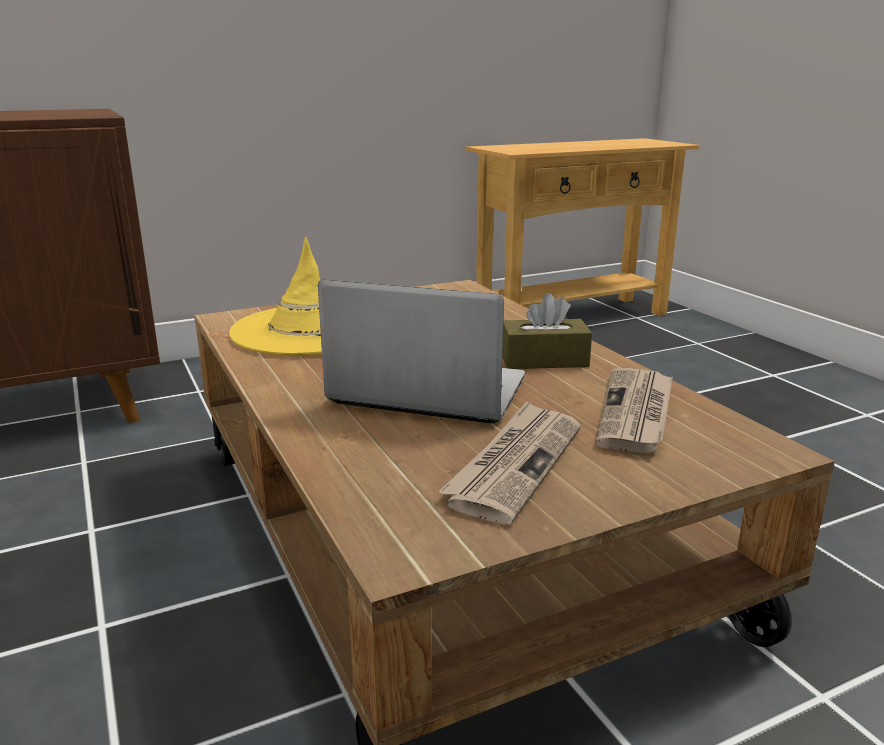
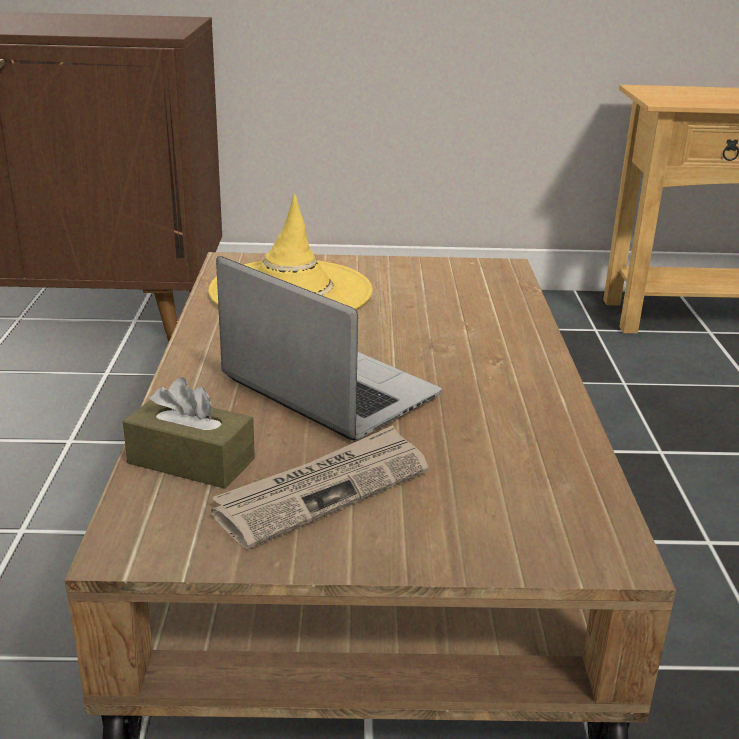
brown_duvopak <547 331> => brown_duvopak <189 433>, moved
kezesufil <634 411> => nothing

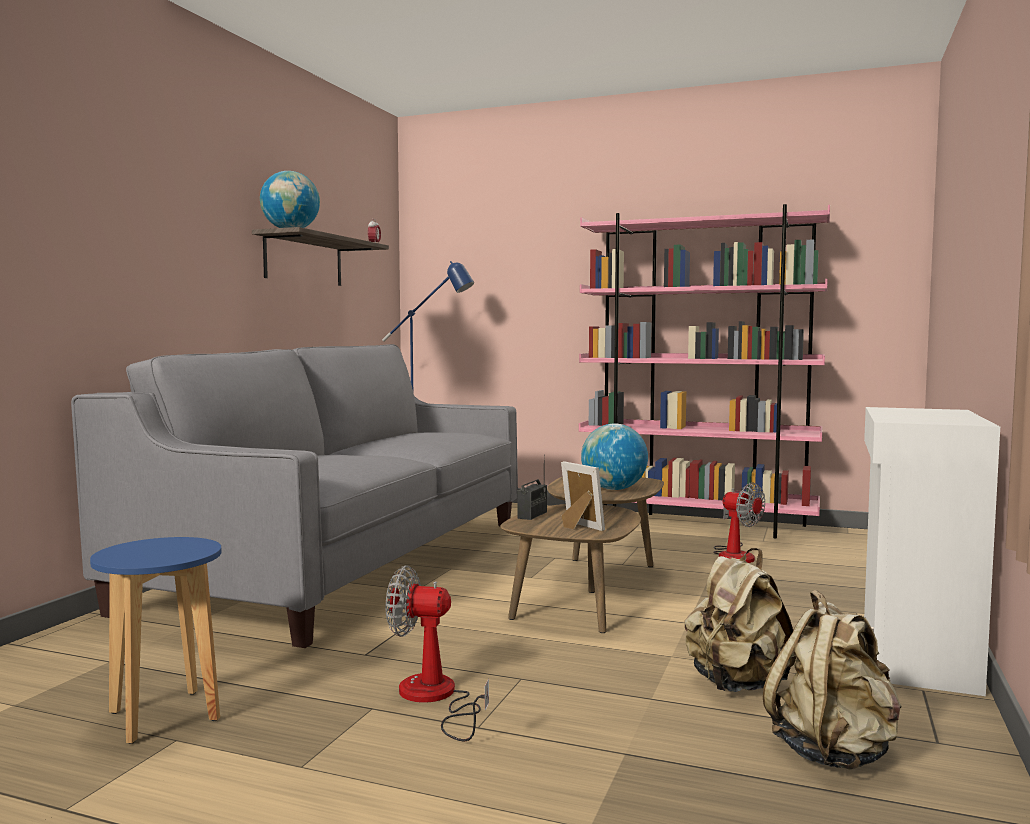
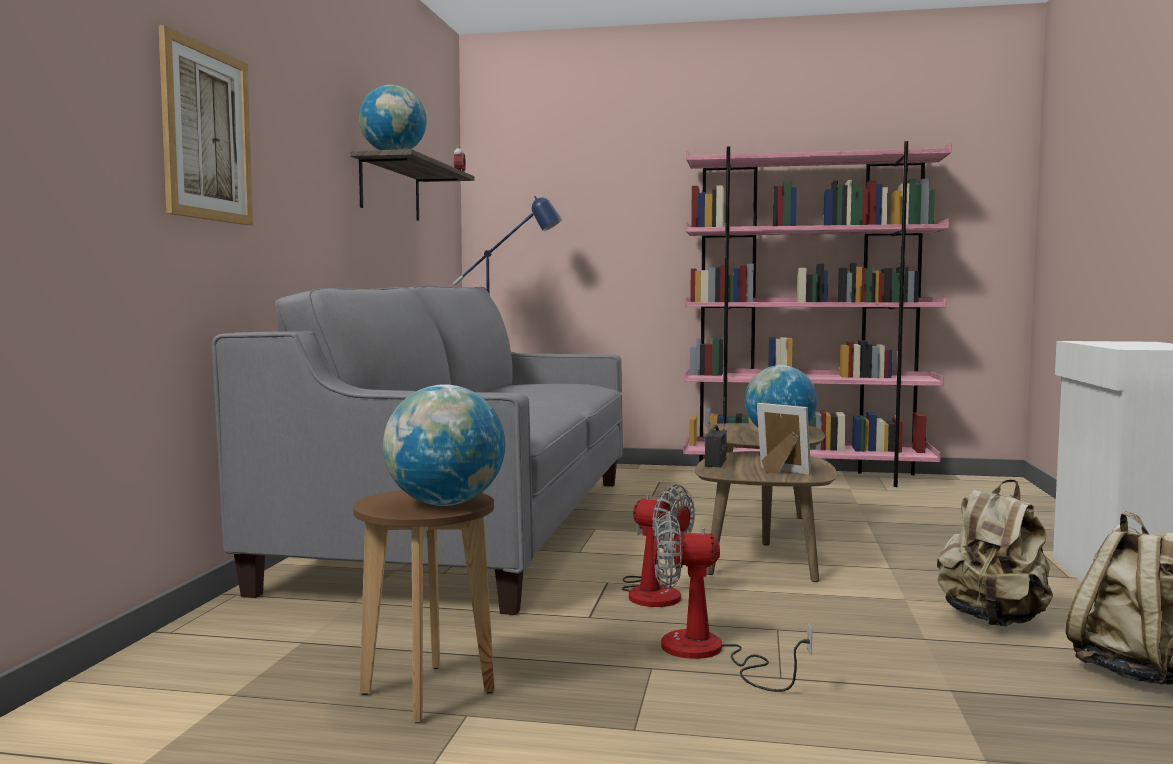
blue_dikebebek <156 640> => brown_dikebebek <424 606>
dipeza <739 522> => dipeza <658 545>, moved
nothing => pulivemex <205 125>
nothing => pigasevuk <444 445>

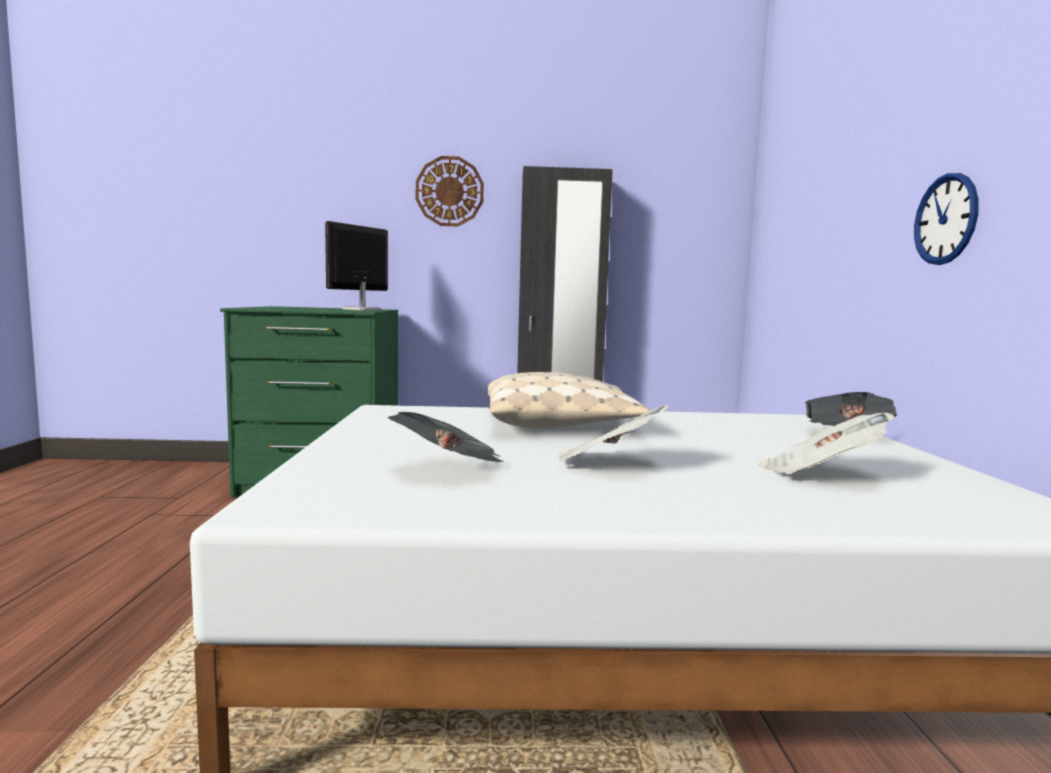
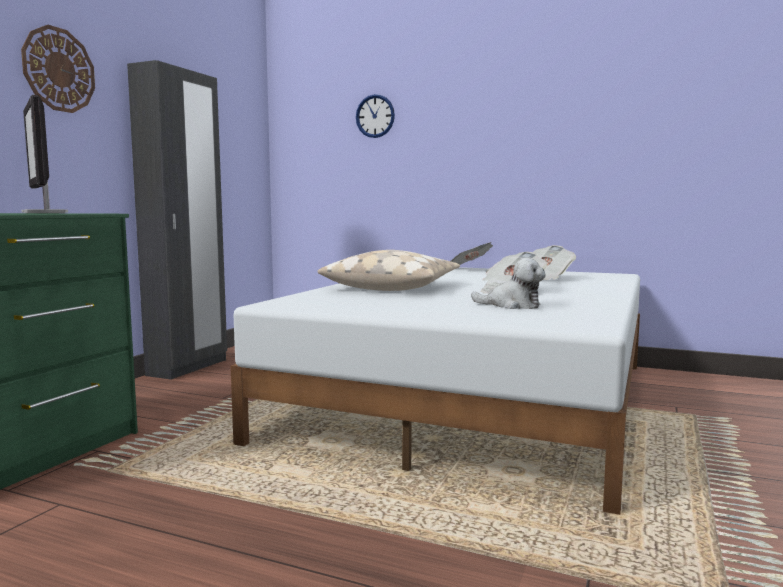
kezesufil <445 437> => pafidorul <508 283>
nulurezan <946 219> => nulurezan <375 116>, moved

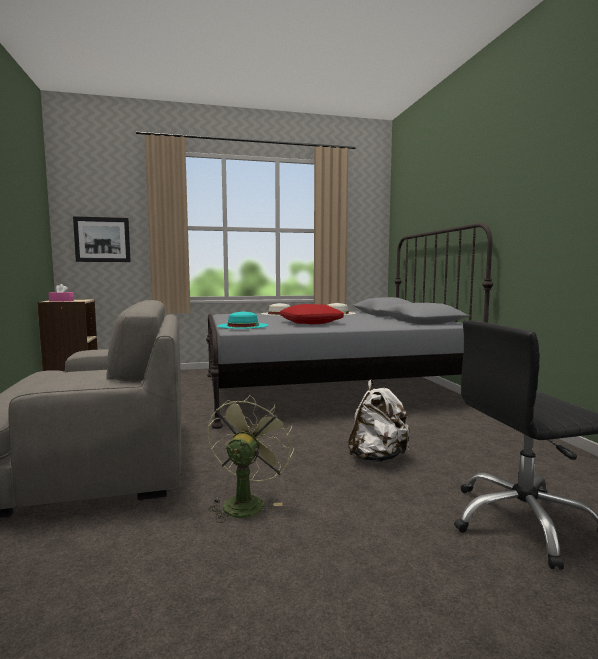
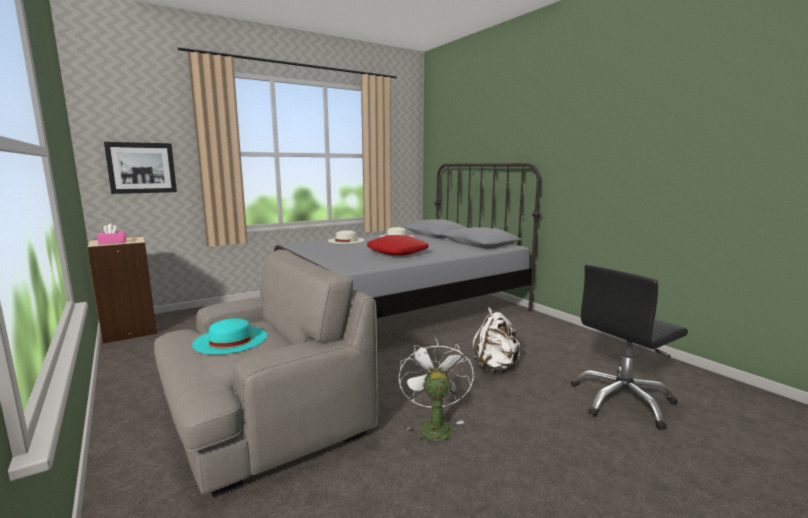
green_dipeza <250 459> => white_dipeza <436 393>
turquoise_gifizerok <243 320> => turquoise_gifizerok <229 336>, moved

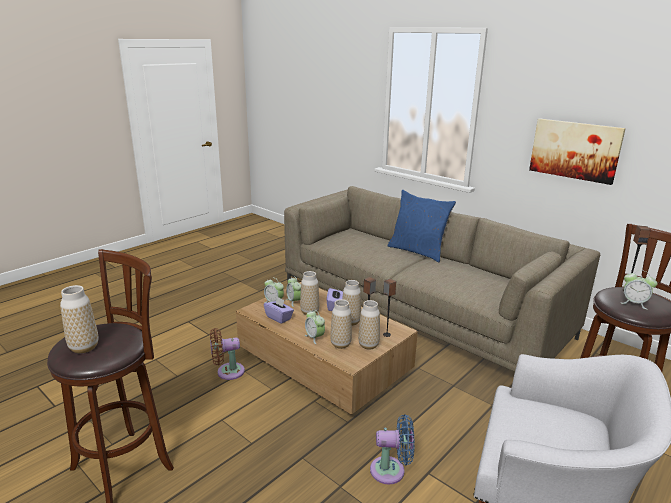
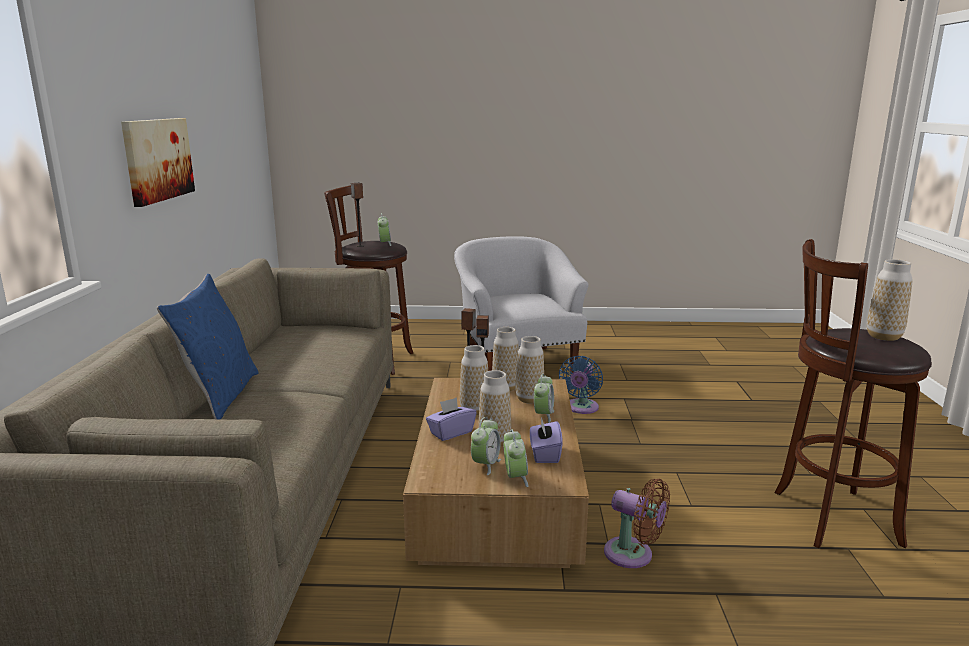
blue_dipeza <392 449> => blue_dipeza <581 385>, 120 degrees counterclockwise

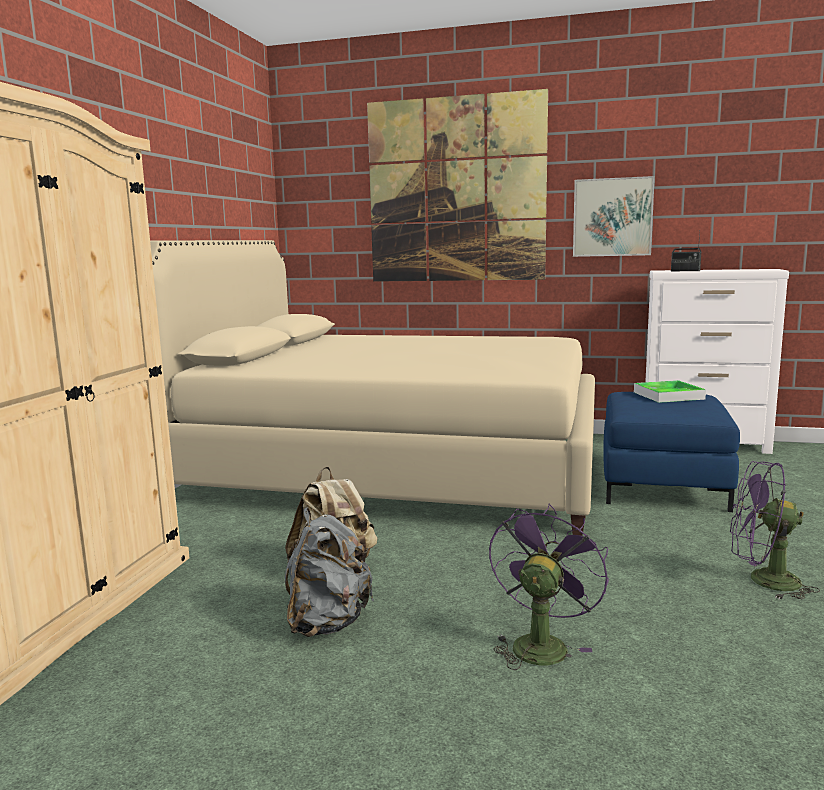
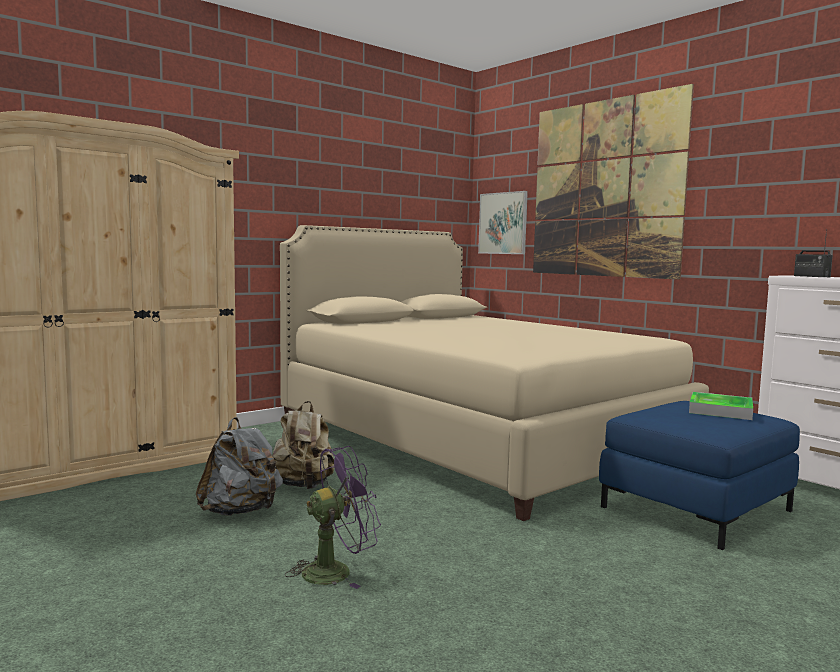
pulivemex <614 216> => pulivemex <503 222>, moved
purple_dipeza <775 530> => nothing

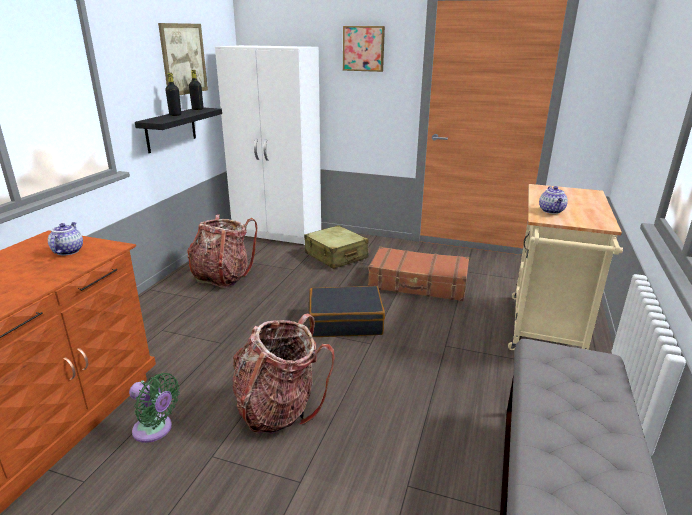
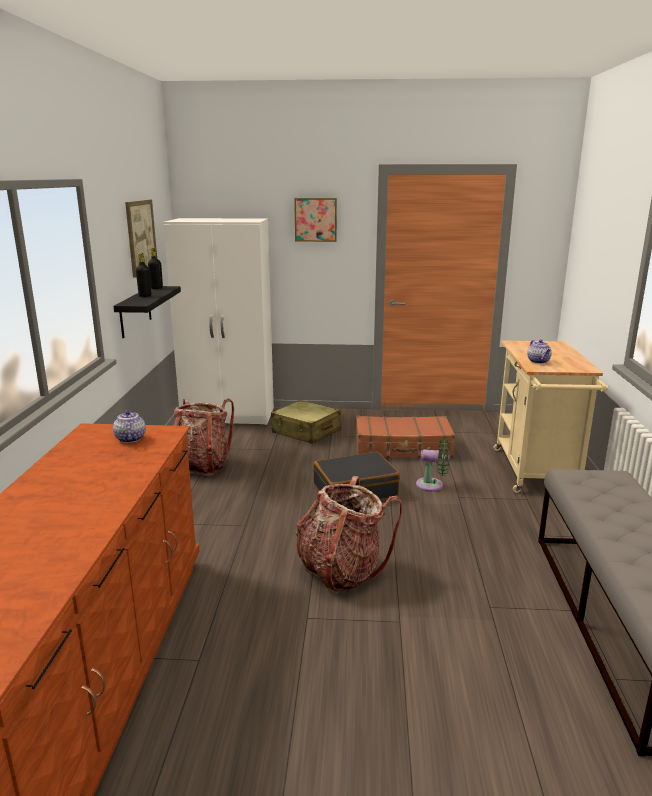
green_dipeza <154 408> => green_dipeza <433 465>, moved

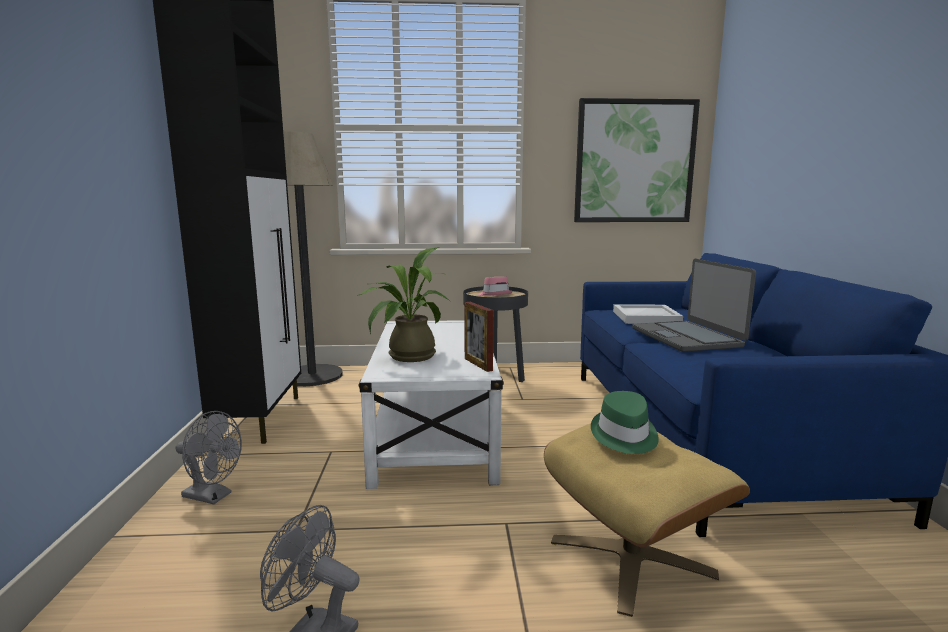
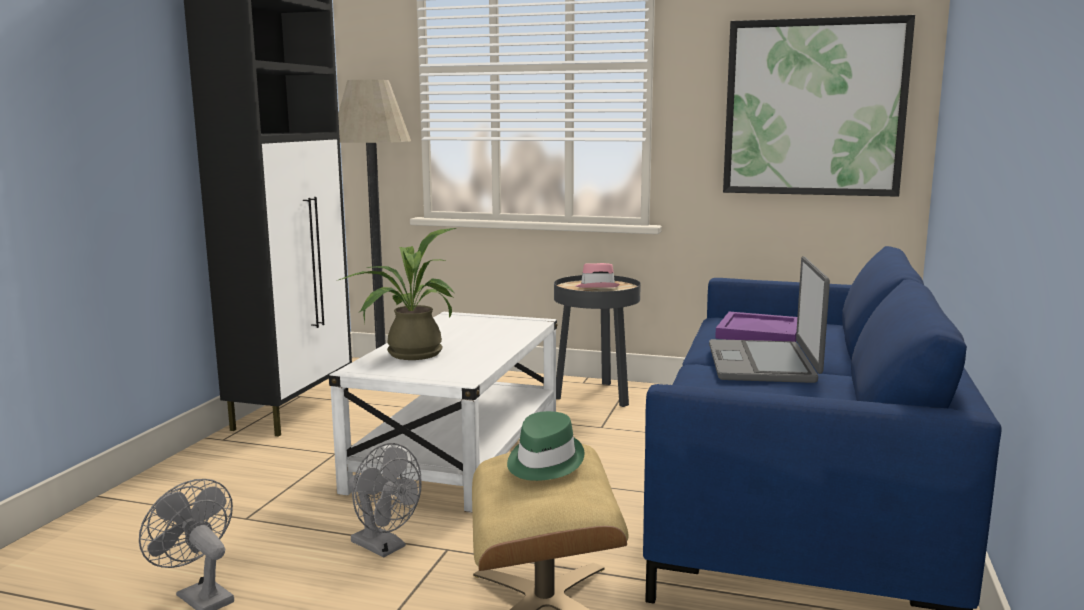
grey_dipeza <209 458> => grey_dipeza <385 500>, moved
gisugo <479 337> => nothing
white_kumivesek <648 314> => purple_kumivesek <756 327>

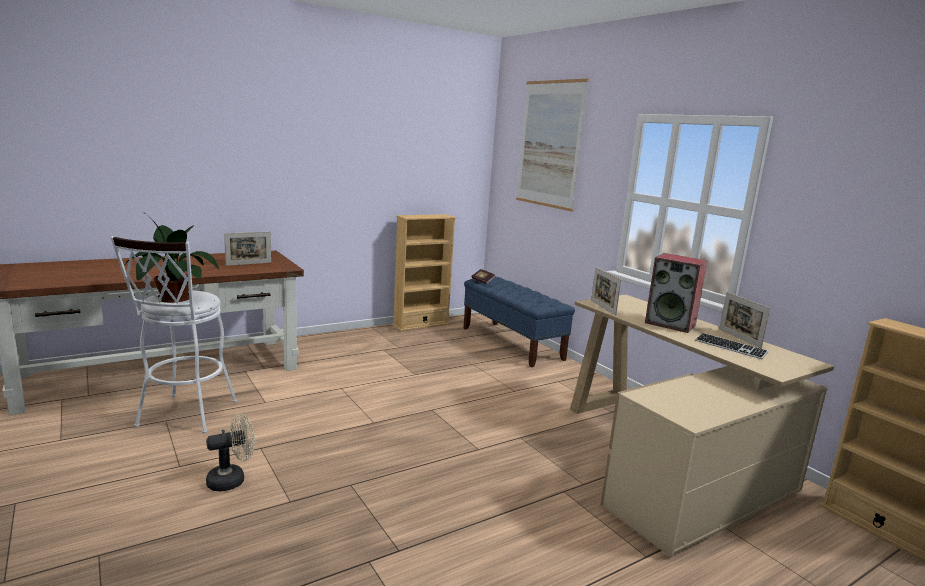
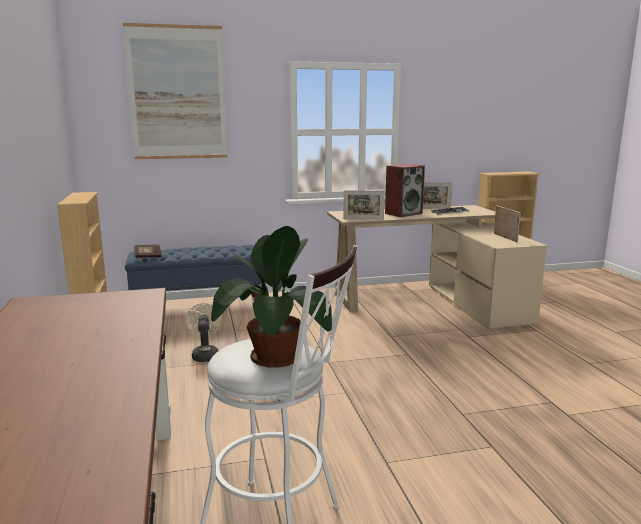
beige_dipeza <230 452> => beige_dipeza <204 332>, moved
gisugo <247 248> => gisugo <507 224>, moved

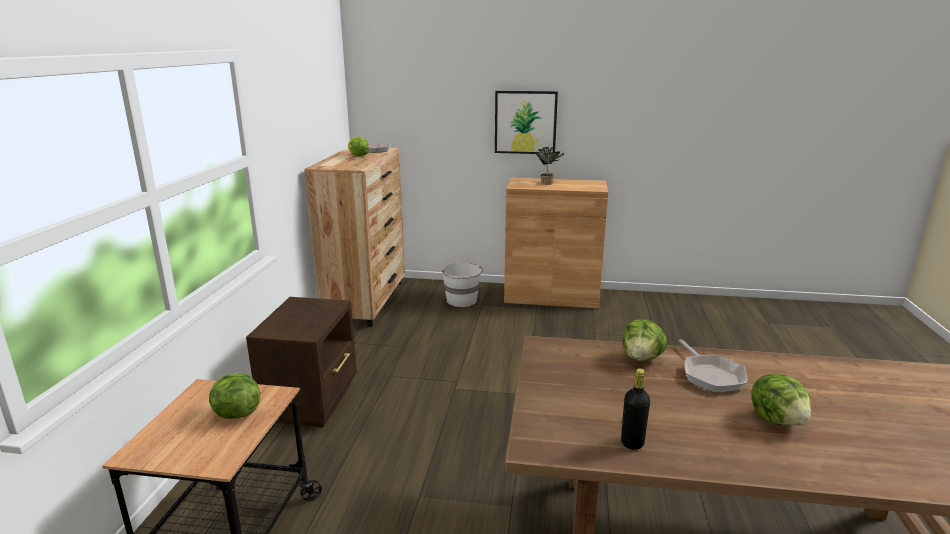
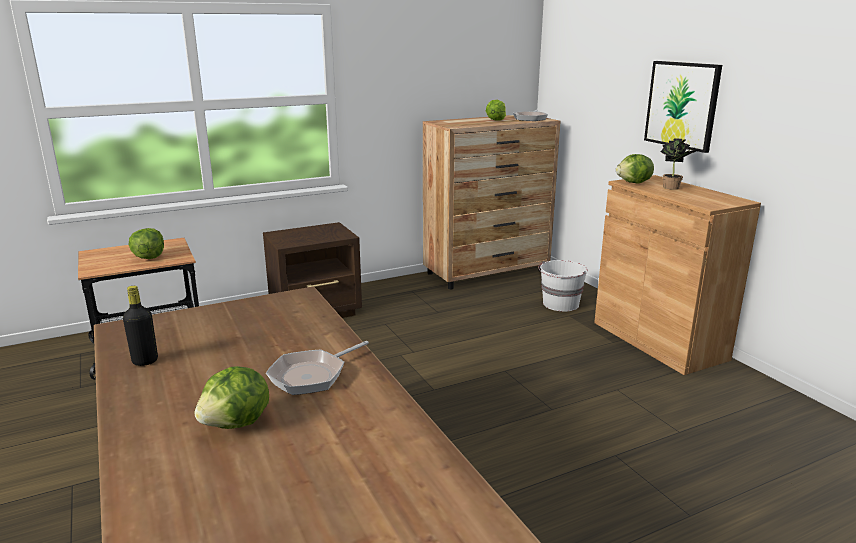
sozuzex <645 340> => sozuzex <635 169>, moved

